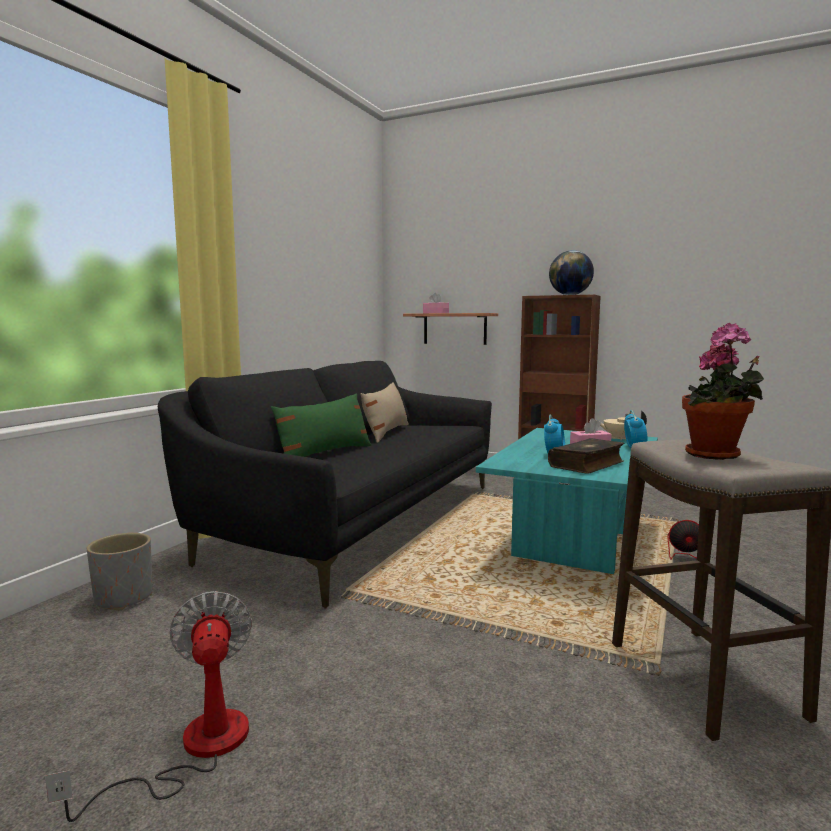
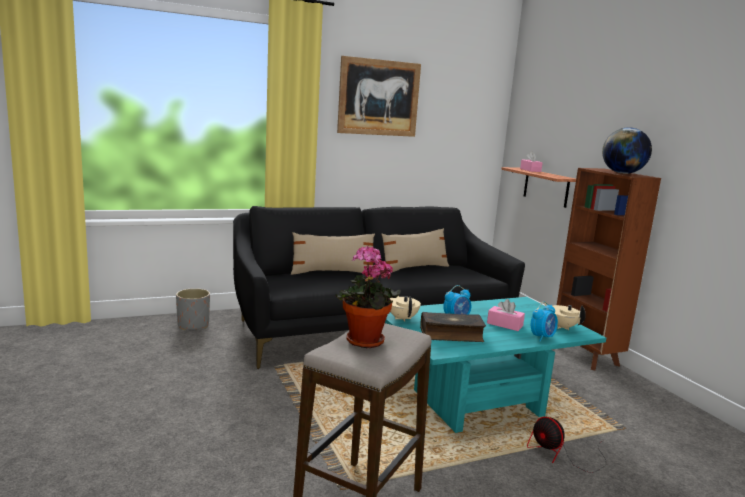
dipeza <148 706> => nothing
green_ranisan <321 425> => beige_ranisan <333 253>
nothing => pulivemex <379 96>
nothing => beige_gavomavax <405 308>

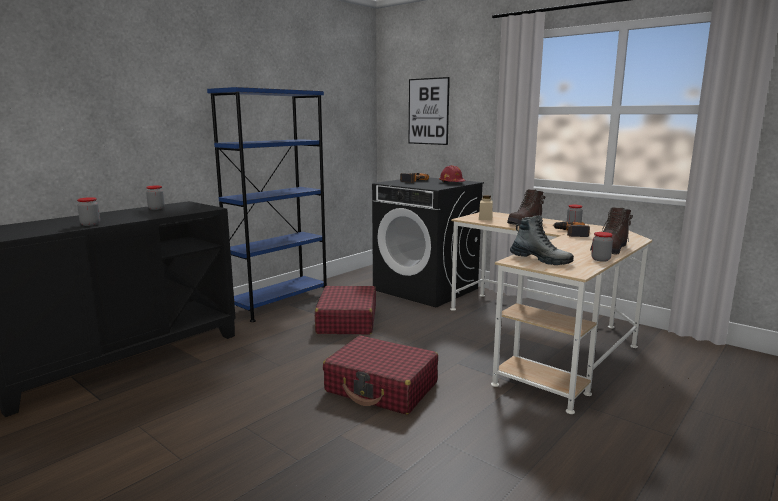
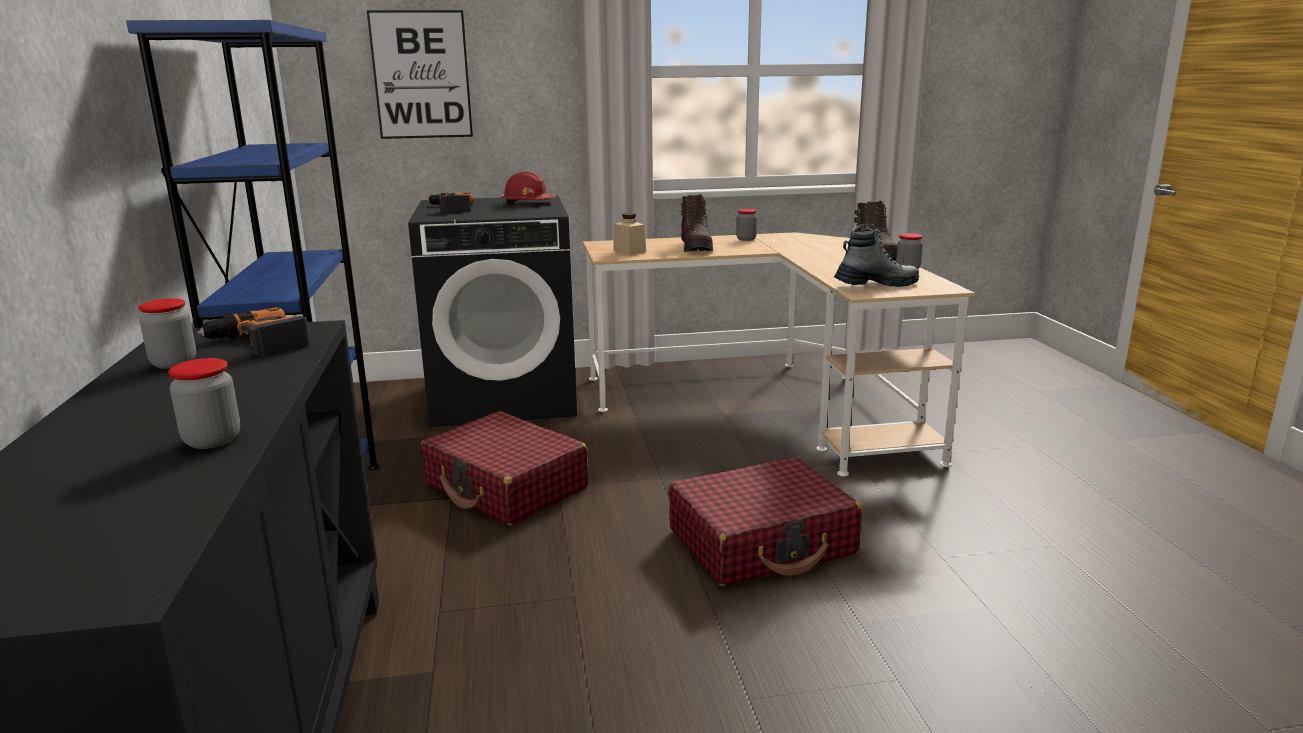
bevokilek <571 229> => bevokilek <254 331>, moved

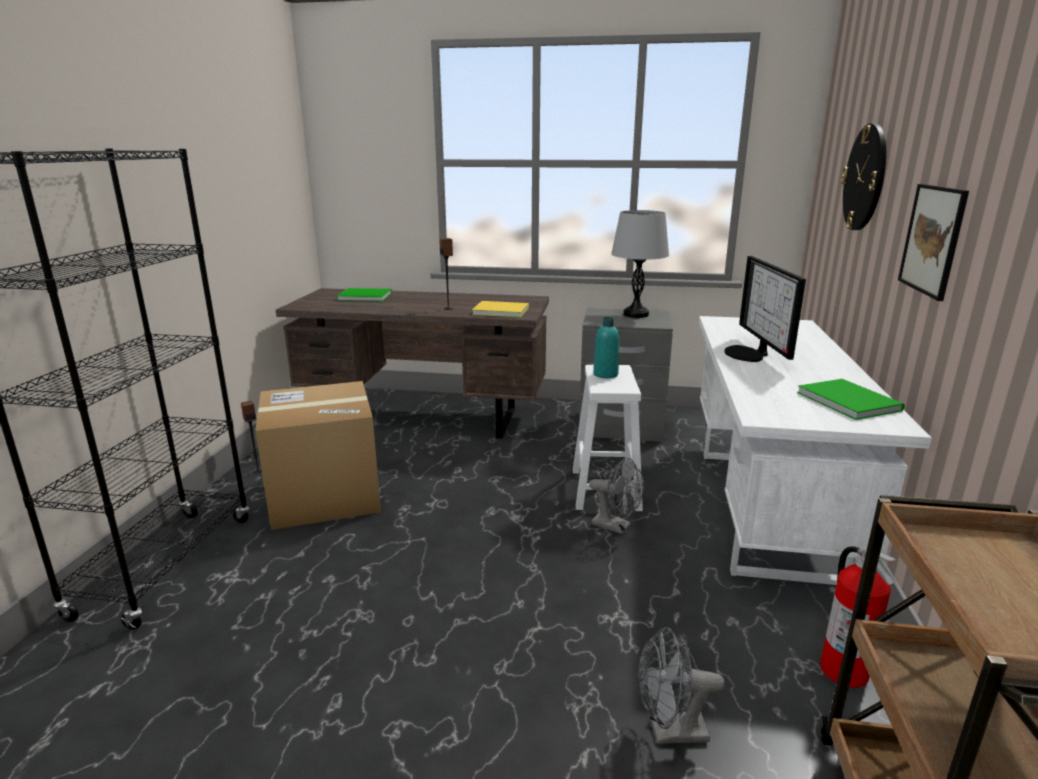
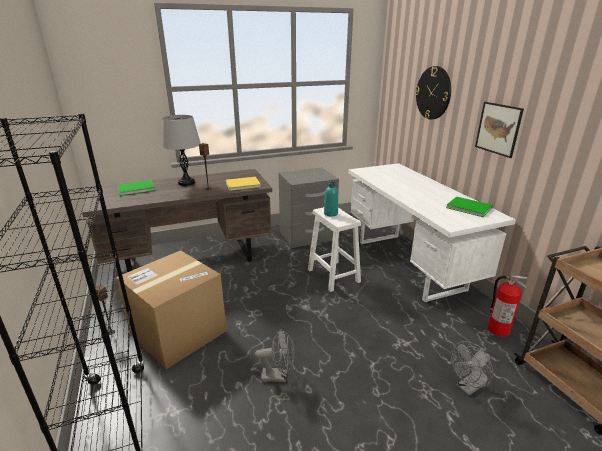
grey_dipeza <616 496> => grey_dipeza <275 355>, moved
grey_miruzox <640 264> => grey_miruzox <181 150>, moved
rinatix <765 309> => nothing

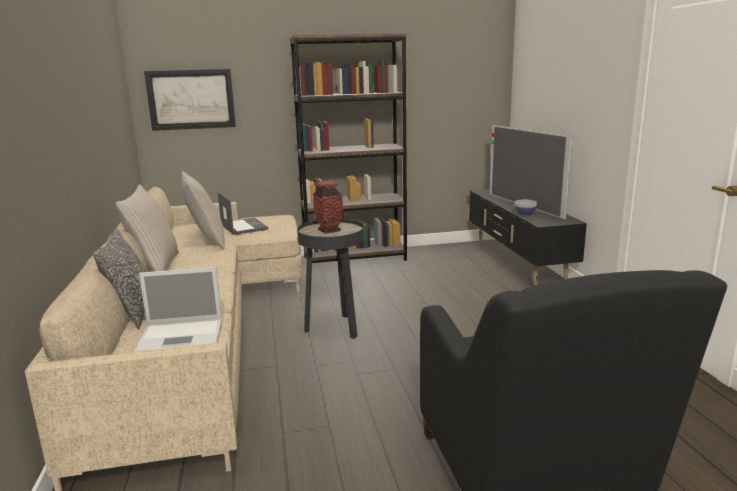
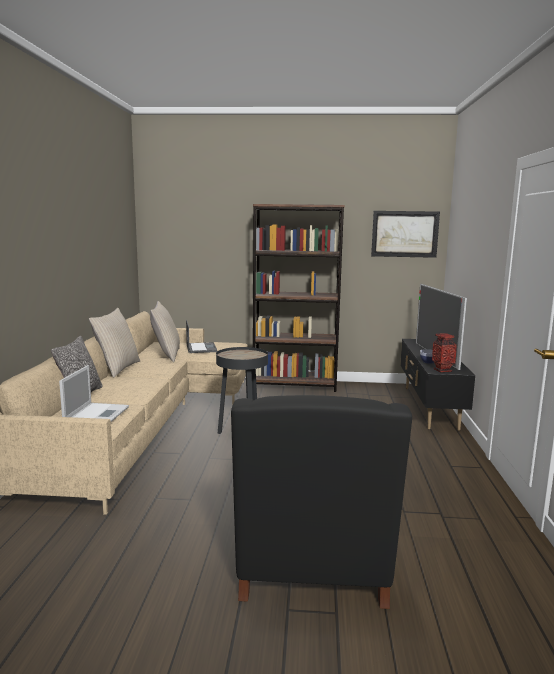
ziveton <178 309> => ziveton <94 393>, 90 degrees counterclockwise
pulivemex <190 100> => pulivemex <405 234>, moved
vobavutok <328 207> => vobavutok <444 352>, moved

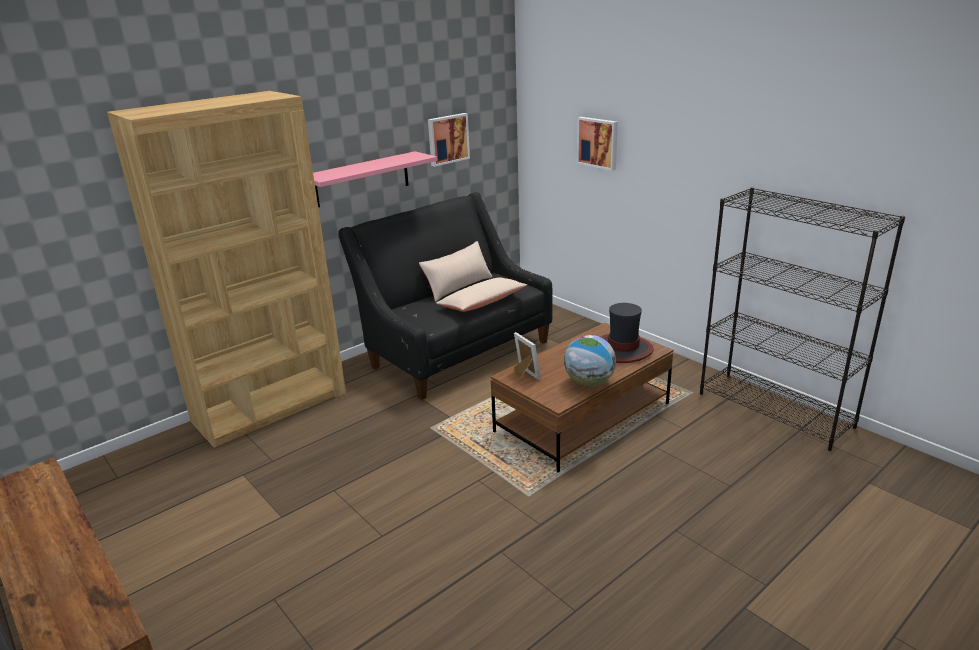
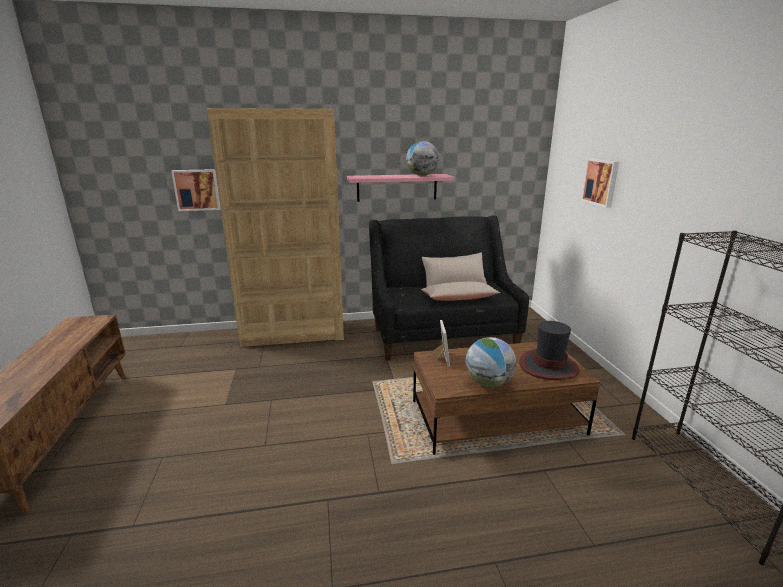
pulivemex <449 140> => pulivemex <196 190>, moved
nothing => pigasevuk <422 158>

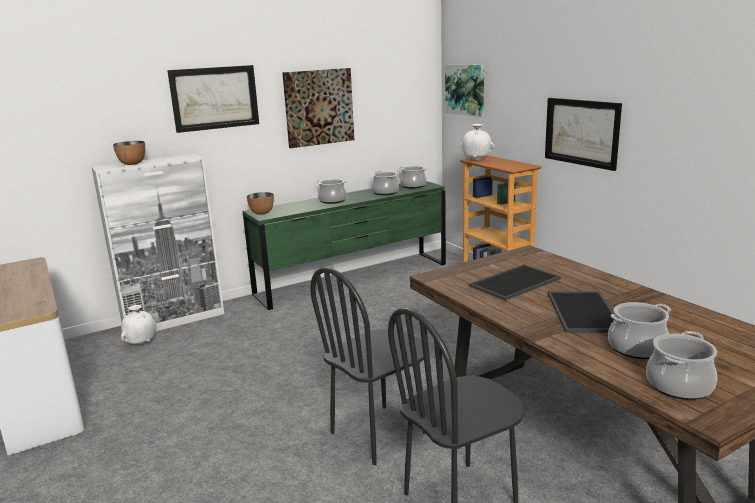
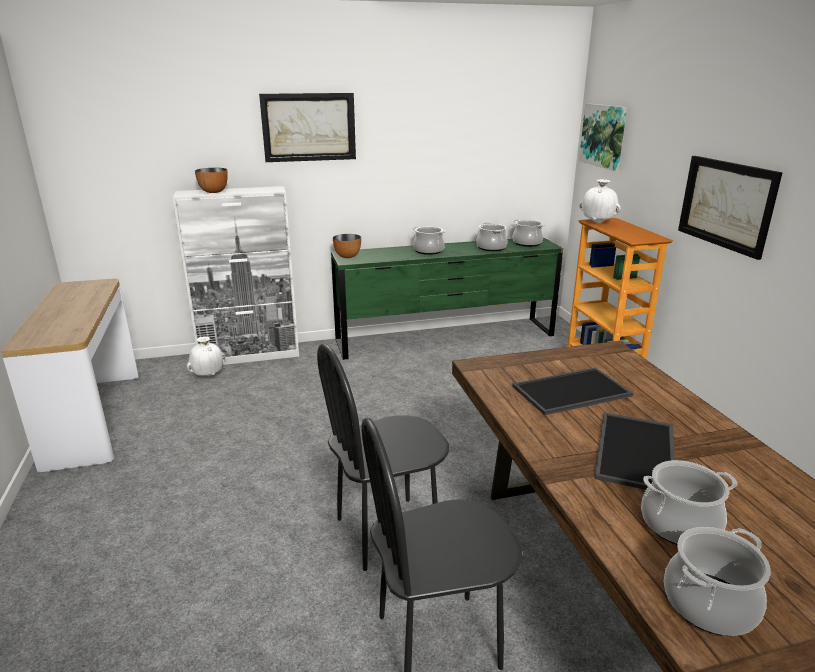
pulivemex <318 108> => nothing

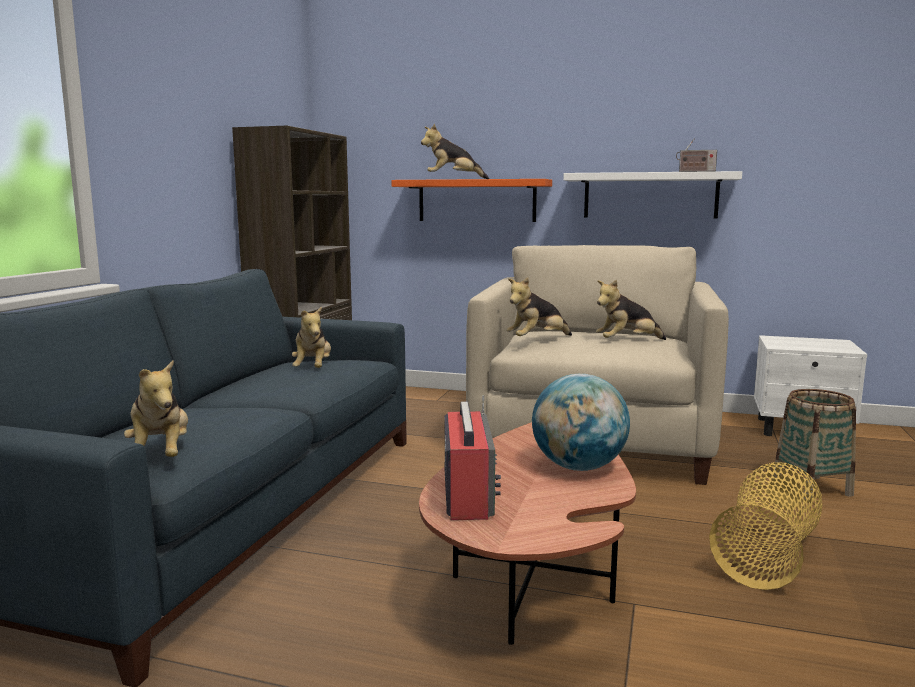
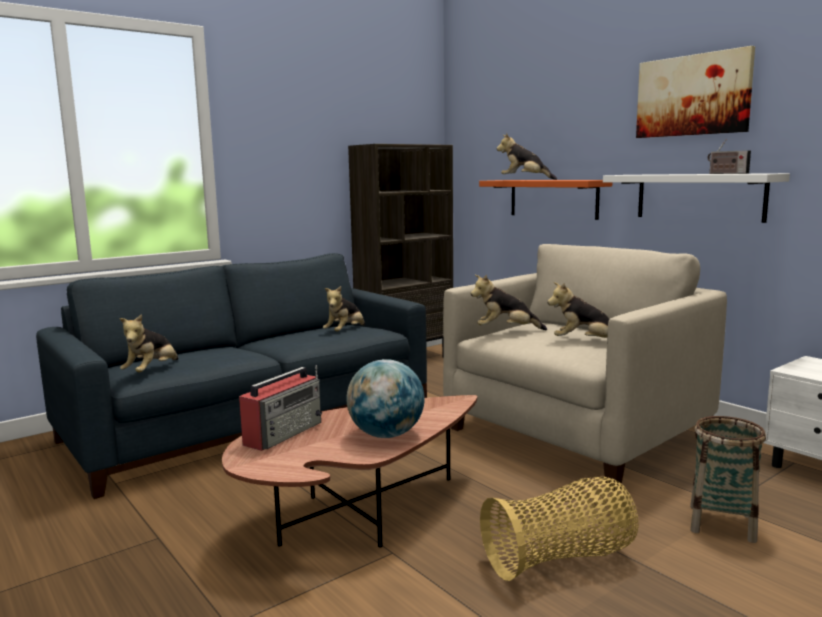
nothing => pulivemex <695 92>

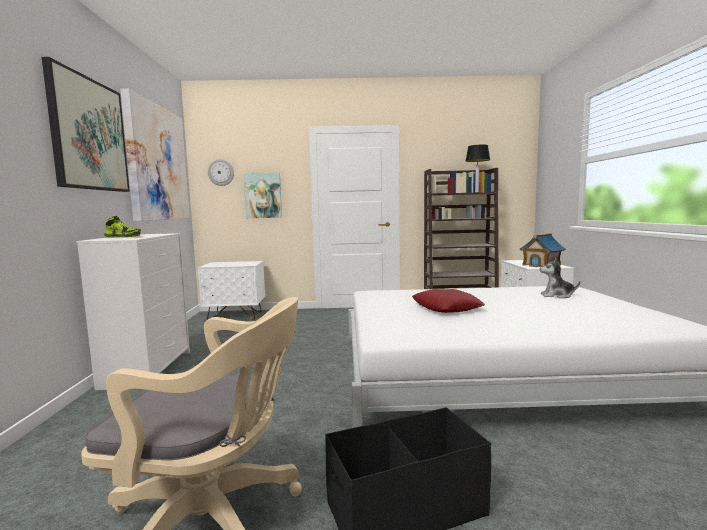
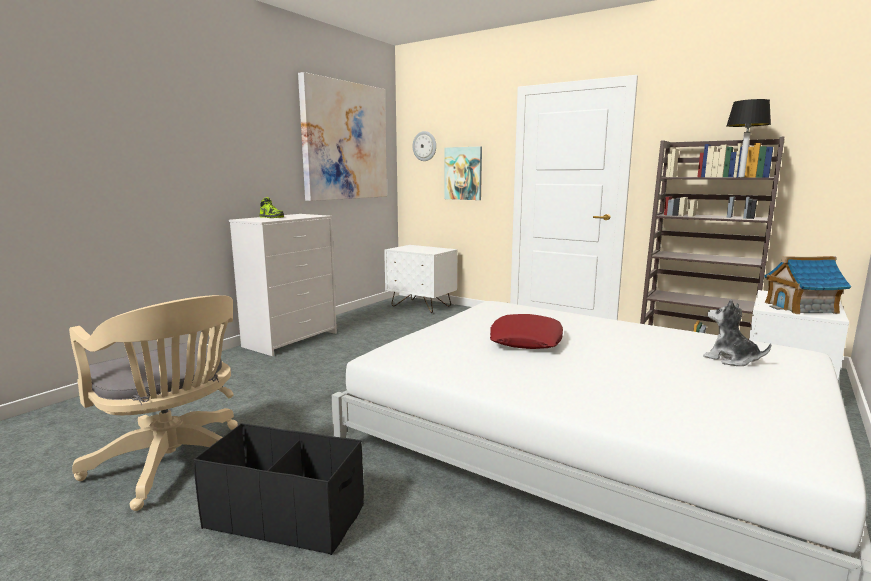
pulivemex <86 124> => nothing

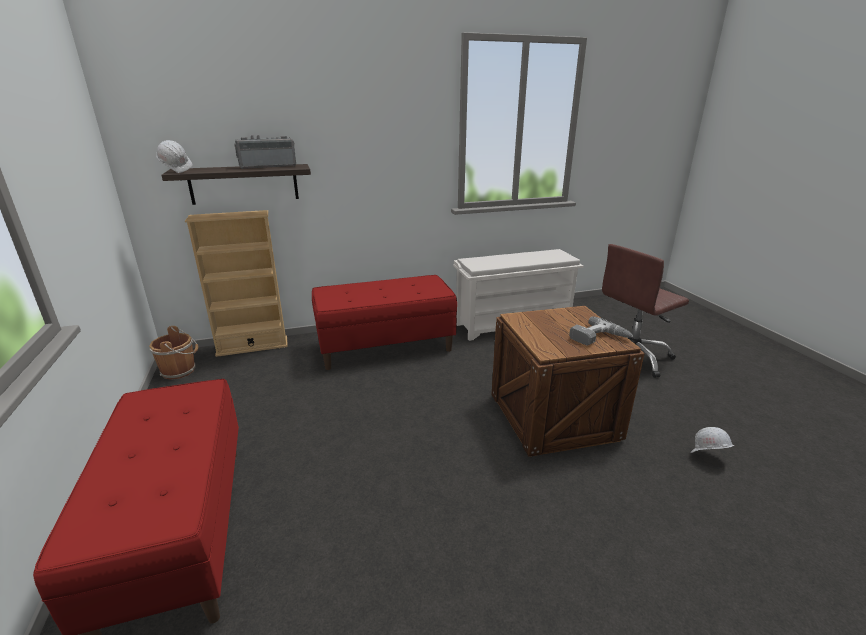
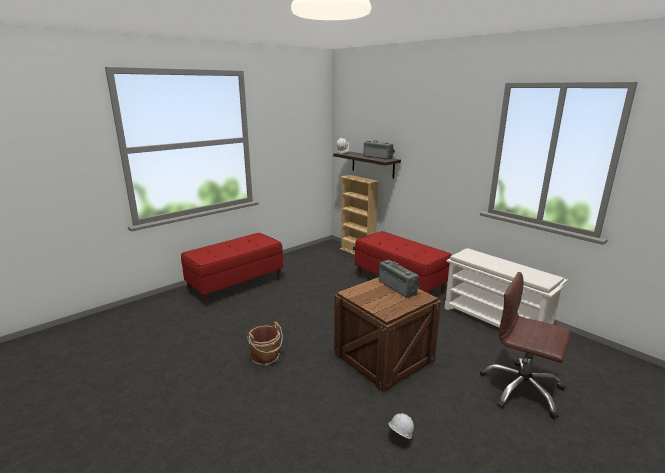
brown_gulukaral <173 353> => brown_gulukaral <265 344>, moved
bevokilek <601 331> => nothing
nothing => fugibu <400 279>

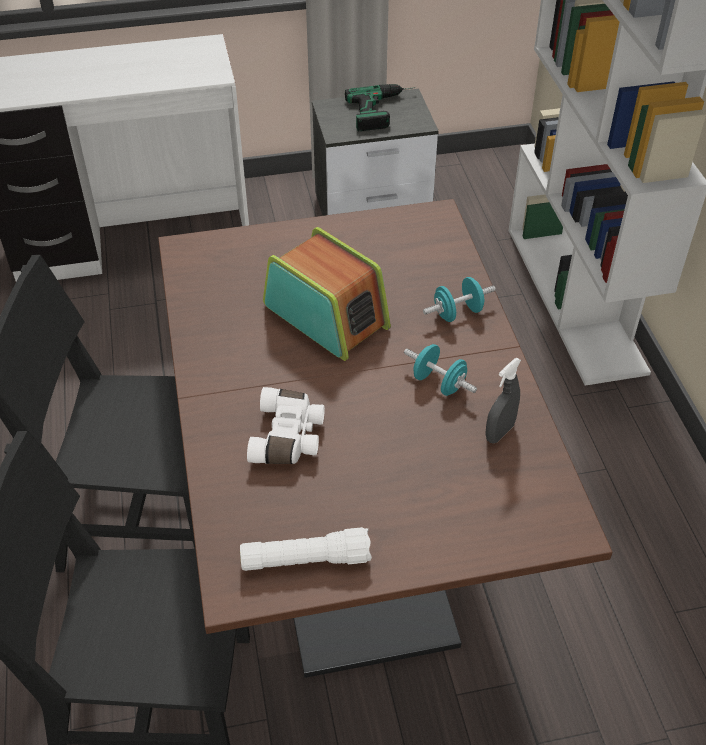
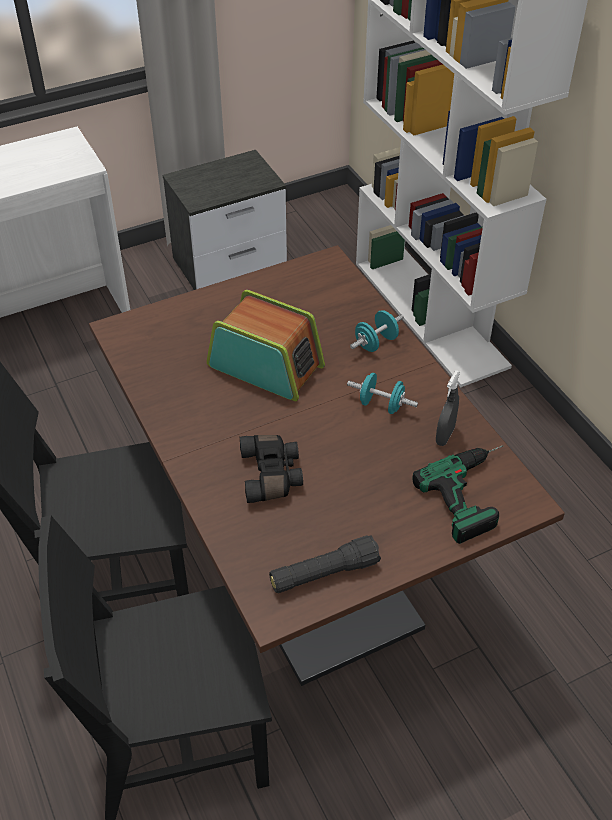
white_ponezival <306 549> => black_ponezival <325 564>
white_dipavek <286 425> => black_dipavek <271 469>
bevokilek <380 107> => bevokilek <458 494>, moved

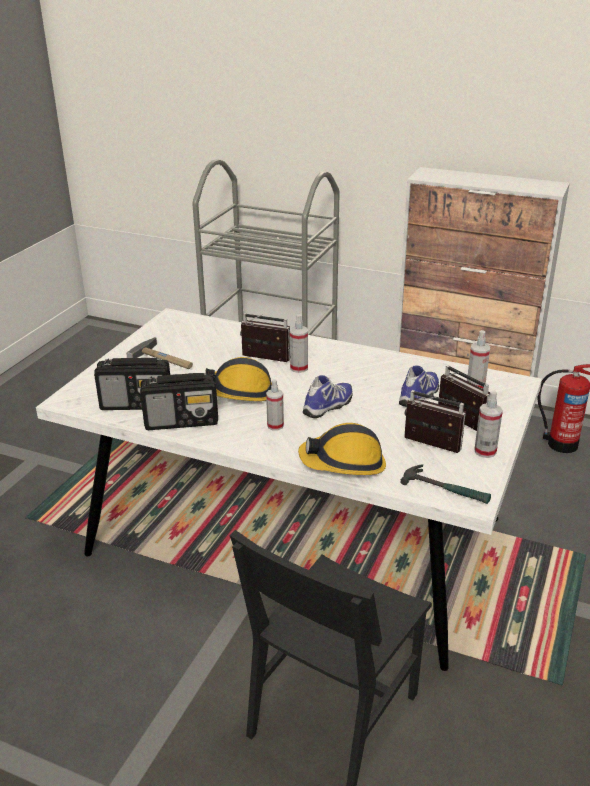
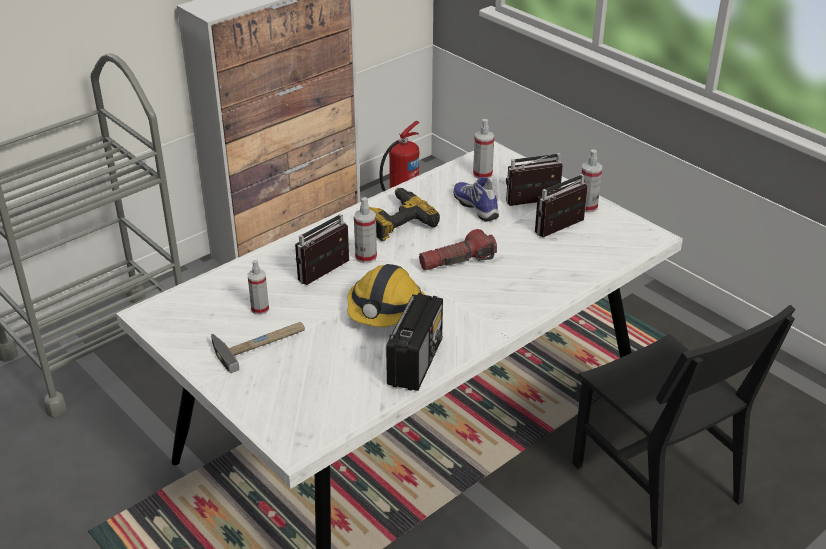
fugibu <132 384> => nothing
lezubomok <275 404> => lezubomok <258 287>, moved
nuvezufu <342 449> => nothing
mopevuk <327 396> => ponezival <458 249>
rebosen <445 484> => nothing
nothing => bevokilek <404 214>

